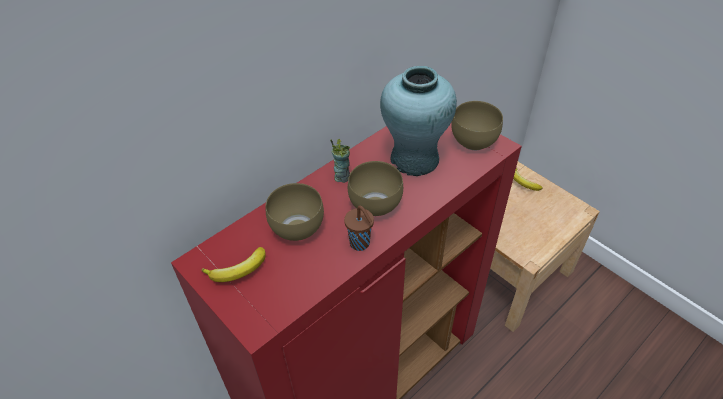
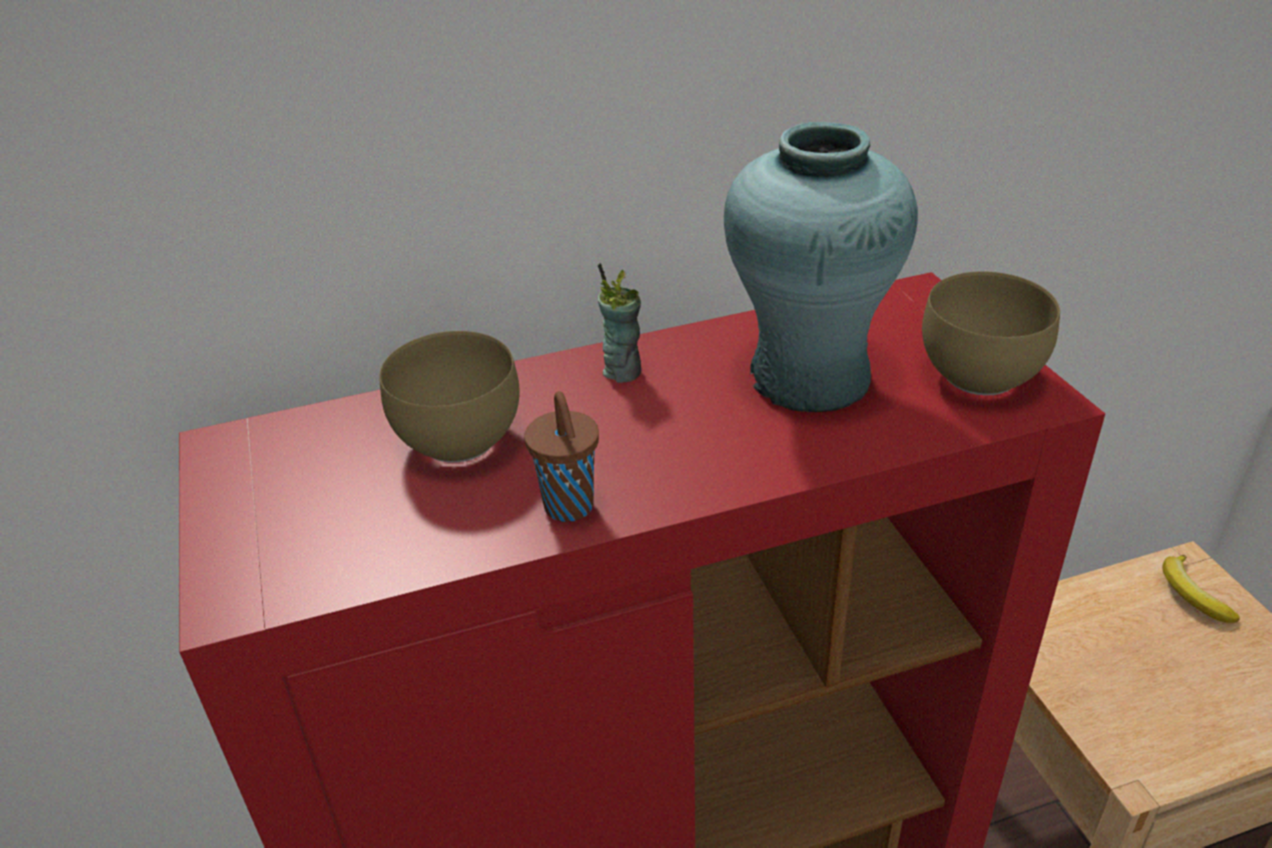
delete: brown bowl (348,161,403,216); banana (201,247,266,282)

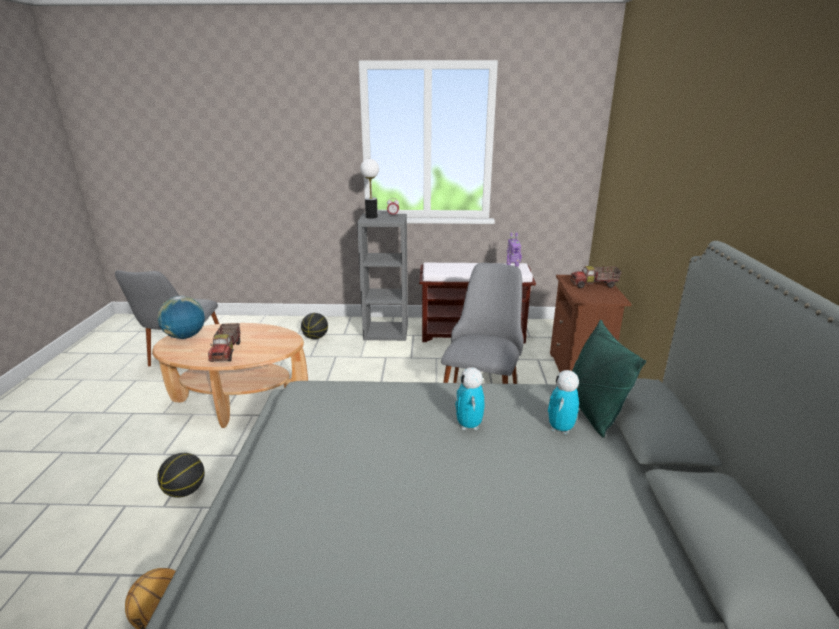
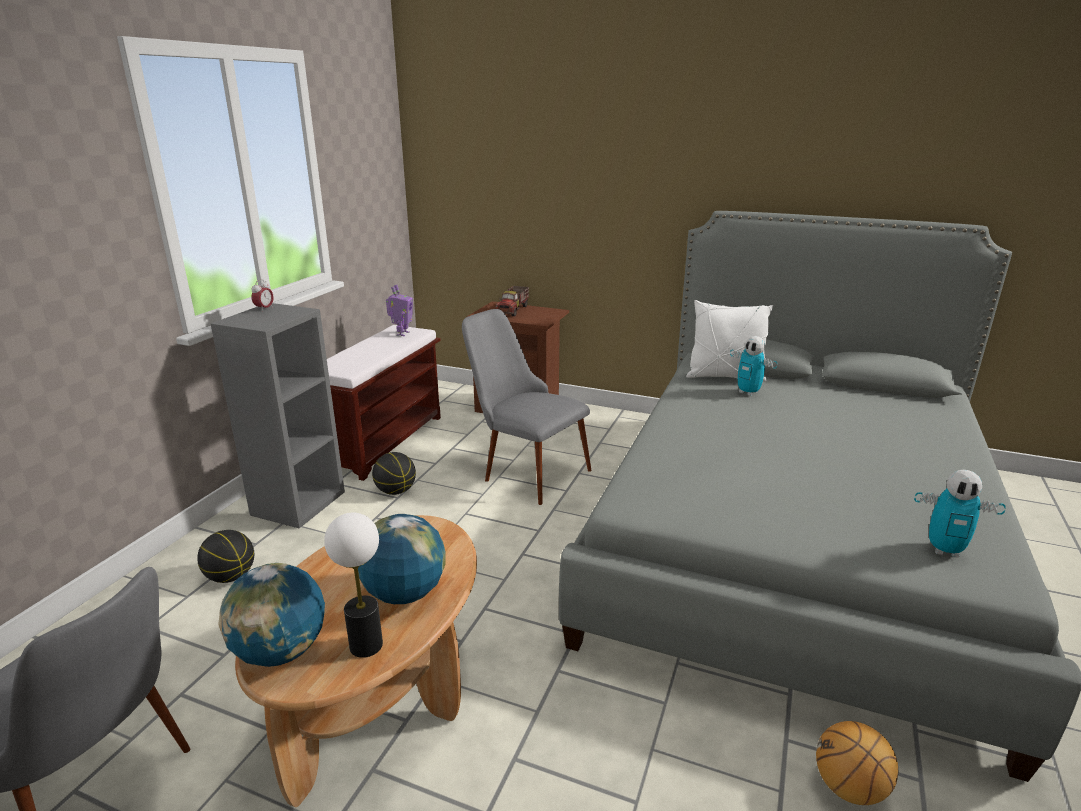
move: table lamp (360,159,379,219) to (324,513,383,658); toy robot (455,367,484,430) to (914,470,1006,557); basketball (157,453,205,498) to (372,452,416,495)
replace: toy truck (208,323,241,362) to globe (358,514,446,604)
recolor: green pillow (572,320,646,438) to white pillow (686,300,773,382)

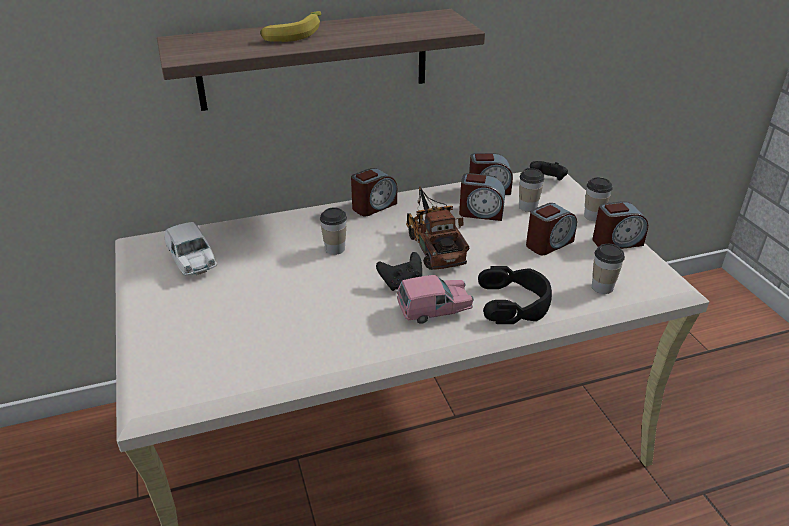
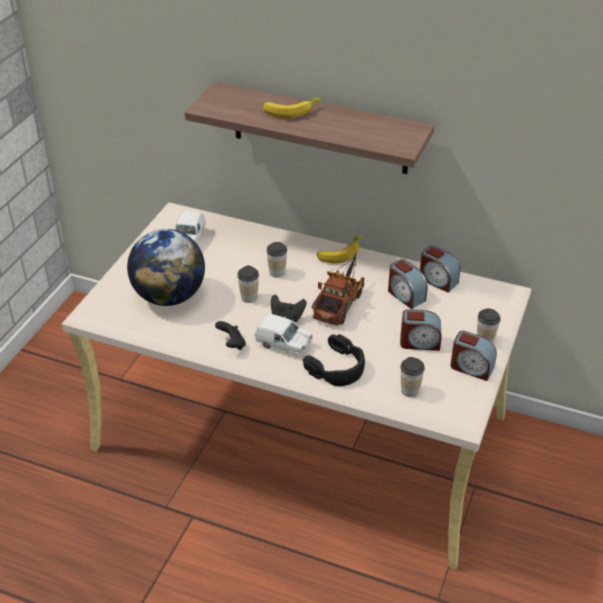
insert: globe (127,229,205,306)
move: black game controller (530,161,568,180) to (215,321,246,350); cup (519,168,545,212) to (237,266,259,303)
replace: alarm clock (351,168,397,216) to banana (317,236,362,263)
recolor: pink toy car (397,275,474,324) to white toy car (255,313,312,355)

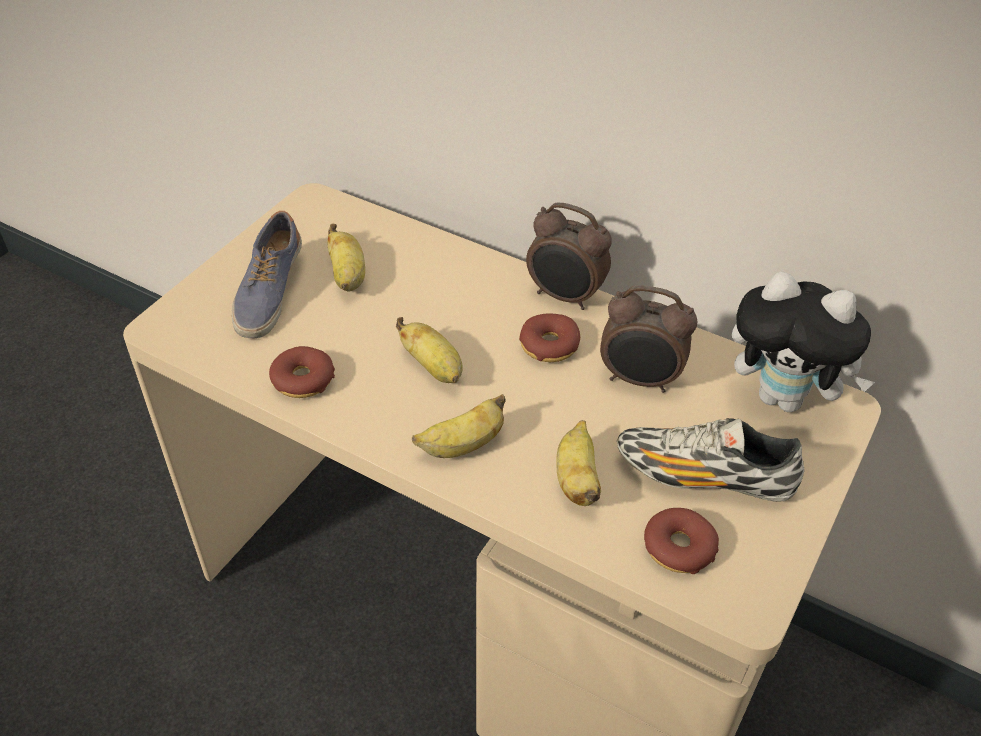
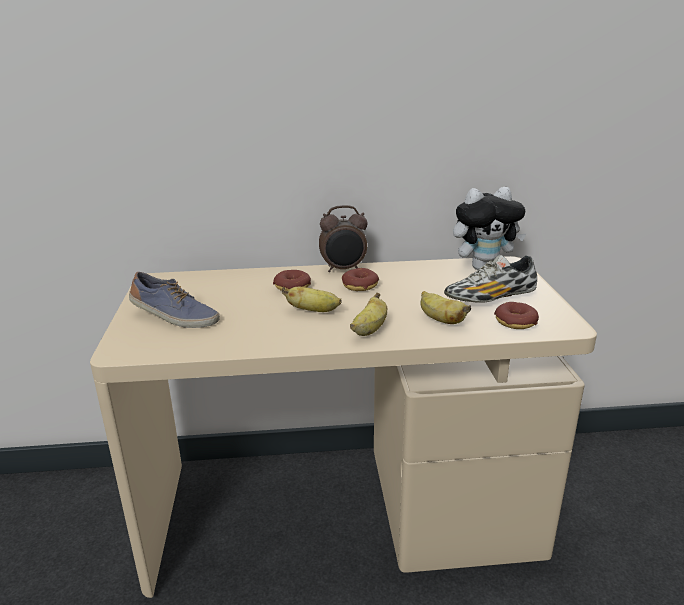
delete: banana (327,223,365,292); alarm clock (600,285,697,393)
move: donut (269,346,335,398) to (273,270,311,291)
rotate: shoe (232,211,302,338) = (129,272,220,328) 45 degrees counterclockwise

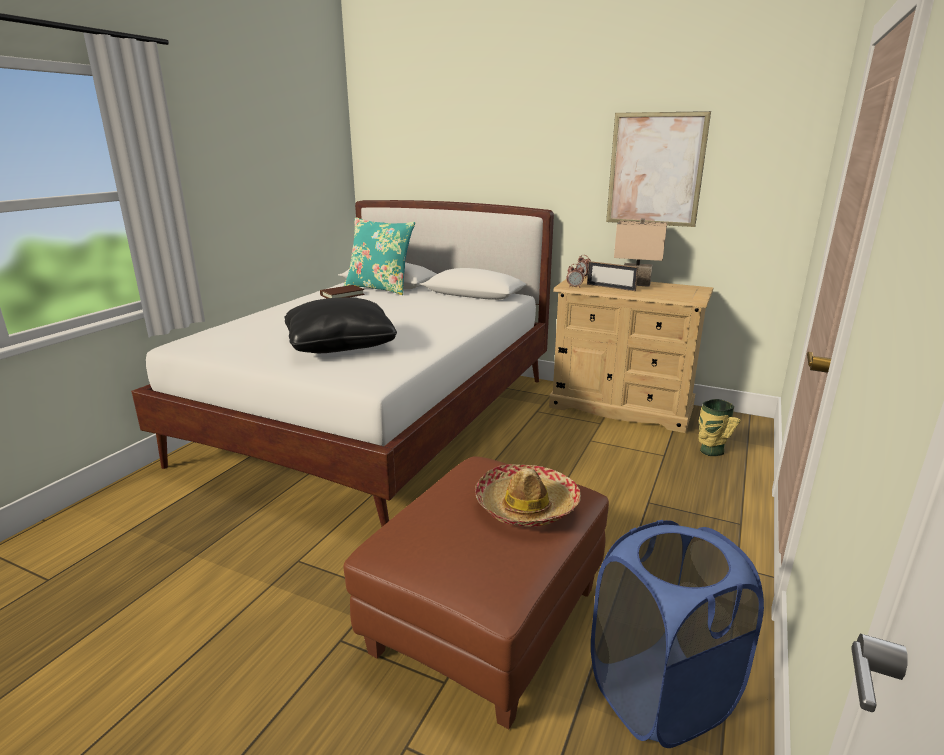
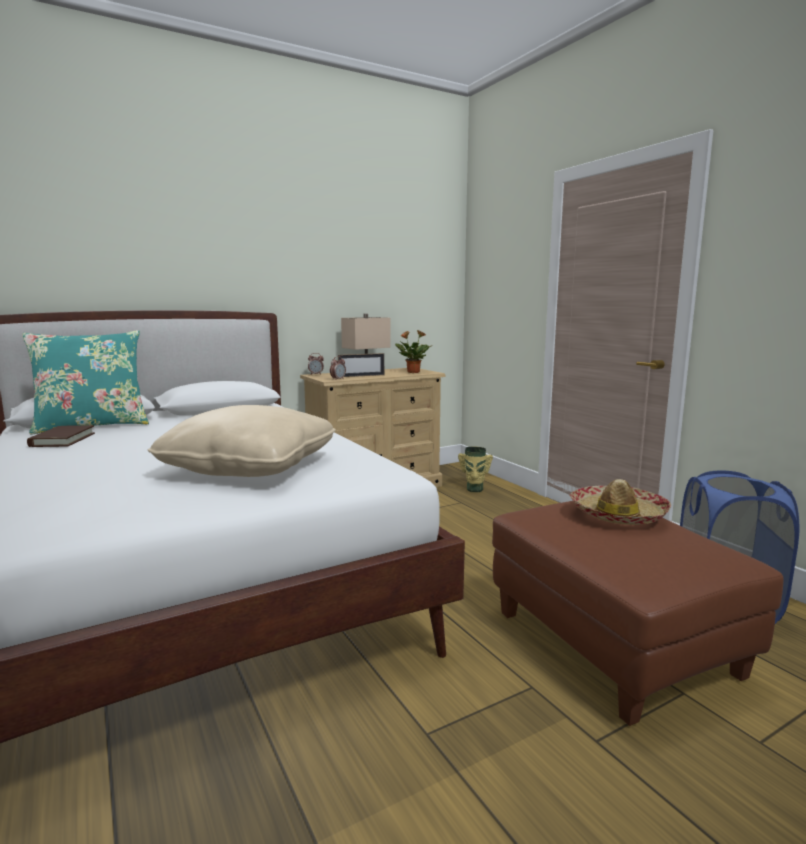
delete: picture (606,111,711,227)
insert: potted plant (395,330,433,373)
recolor: black pillow (284,297,397,353) to beige pillow (148,405,336,477)

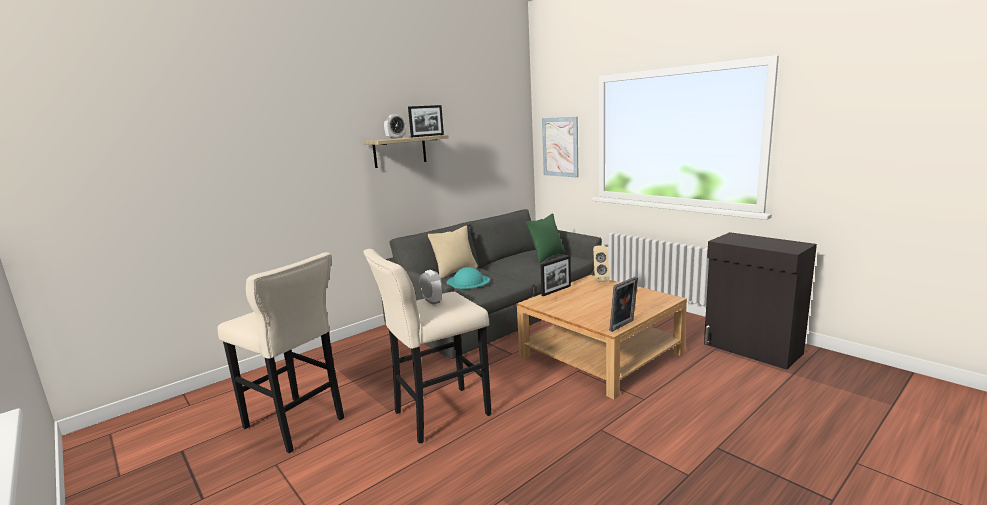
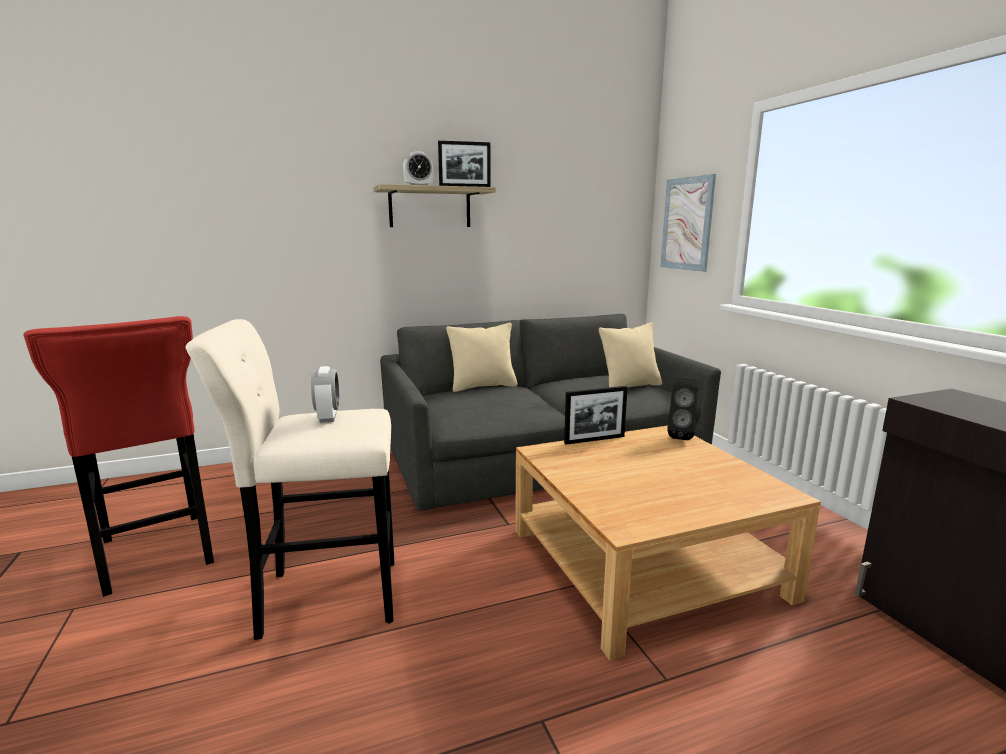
delete: turquoise hat (446,267,490,289); picture frame (609,277,638,332)
recolor: green pillow (526,213,565,263) to beige pillow (599,322,662,388); beige speaker (593,245,610,282) to black speaker (667,377,698,440); beige stool (218,252,344,453) to red stool (23,316,214,597)

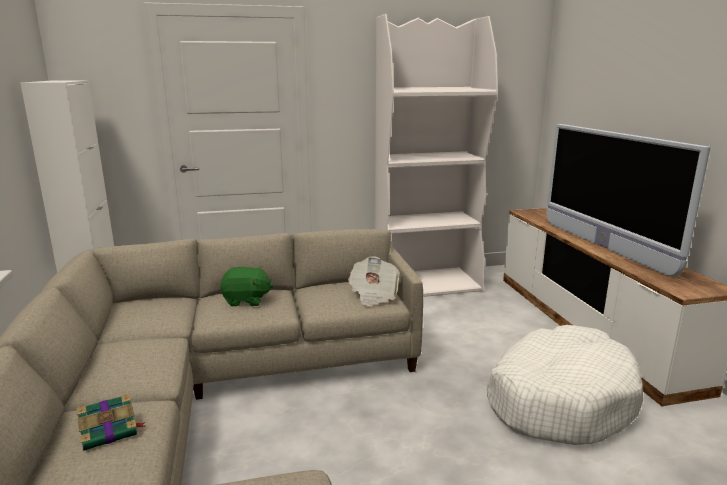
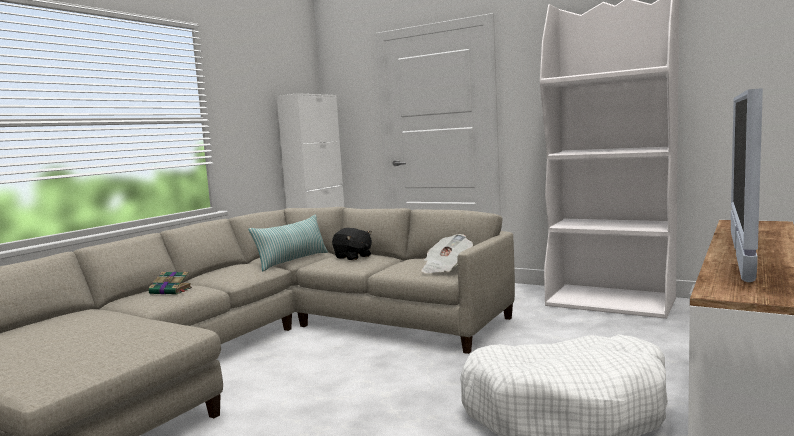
insert: pillow (249,215,328,271)
recolor: green plush toy (221,266,273,306) to black plush toy (332,228,372,260)

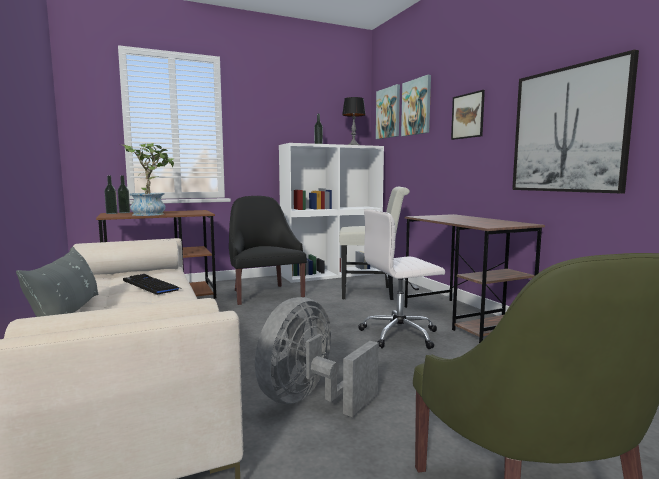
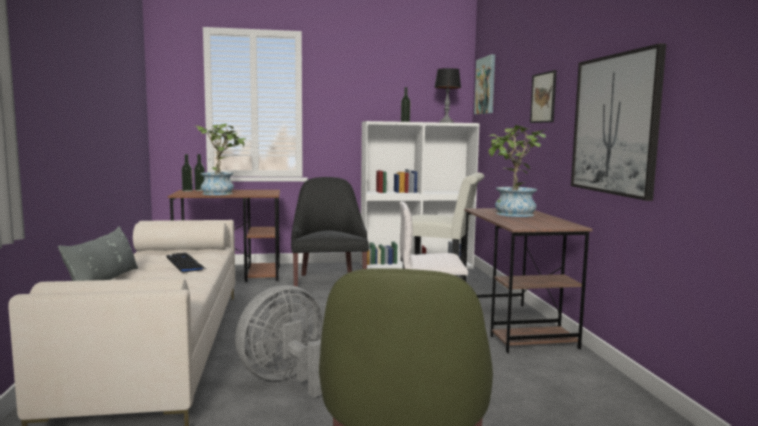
delete: picture (401,75,431,136)
insert: potted plant (488,125,546,217)

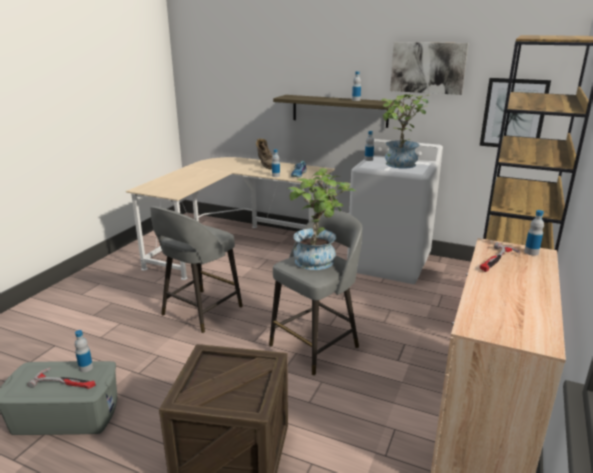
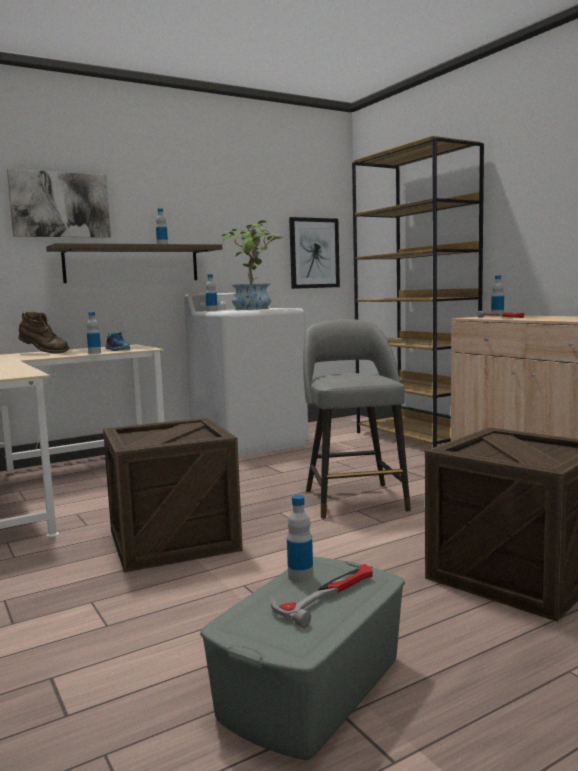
delete: potted plant (286,168,357,270)
move: picture (390,42,468,95) to (7,169,111,238)
replace: grey stool (150,206,243,333) to crate (103,417,243,573)

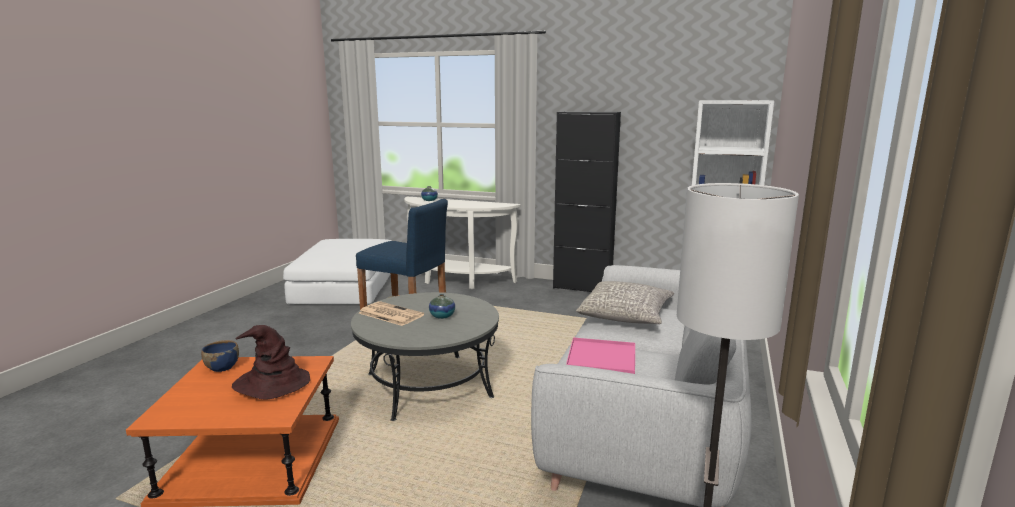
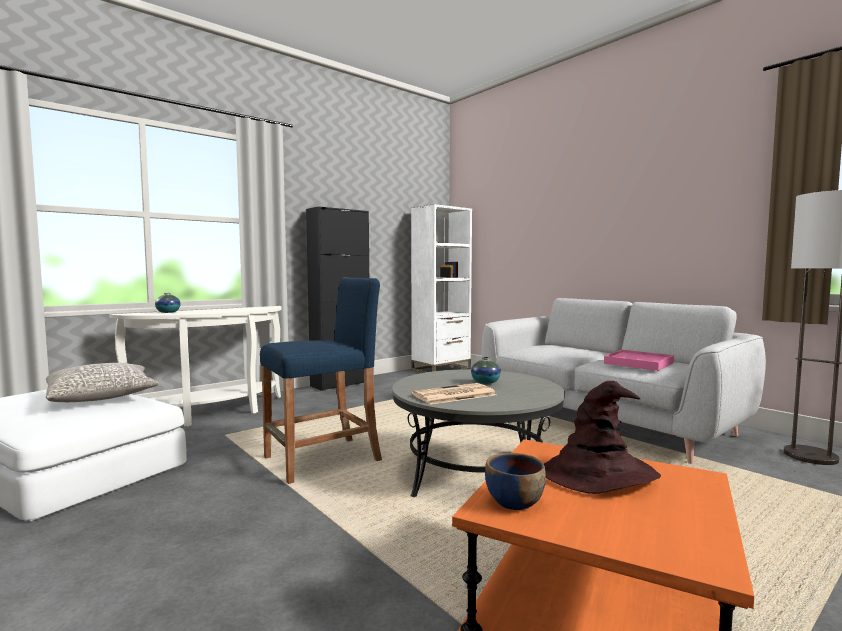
move: grey pillow (576,281,674,324) to (46,363,159,402)

